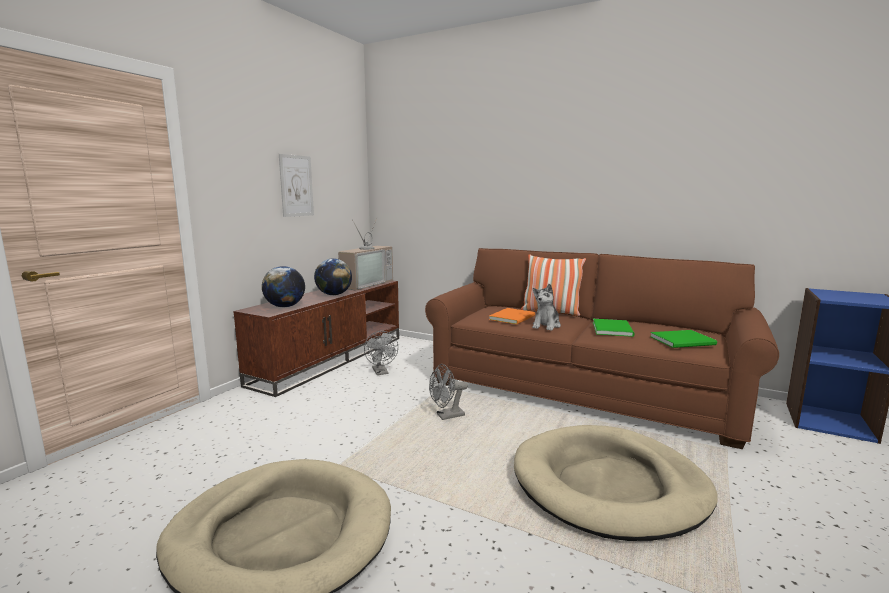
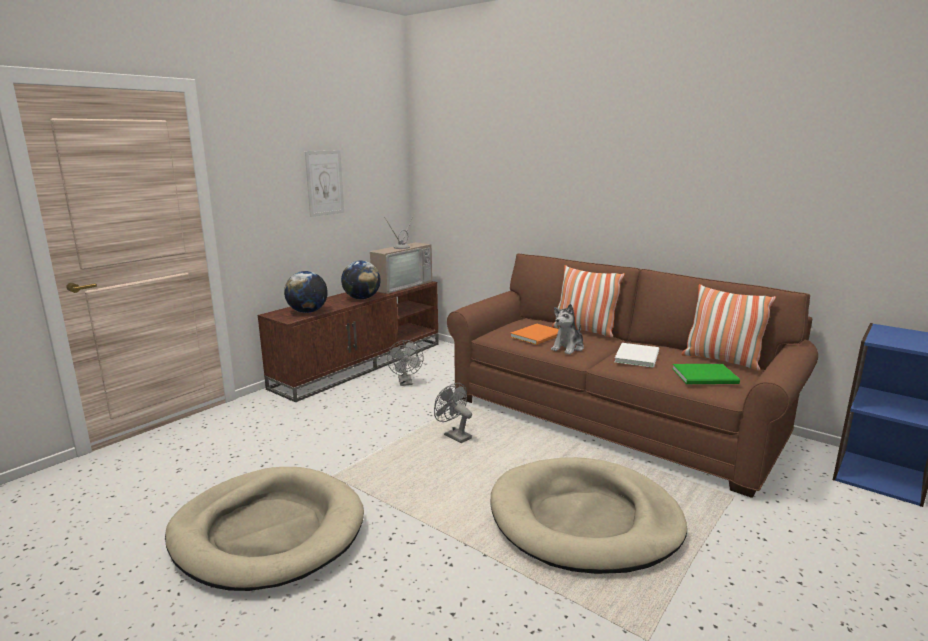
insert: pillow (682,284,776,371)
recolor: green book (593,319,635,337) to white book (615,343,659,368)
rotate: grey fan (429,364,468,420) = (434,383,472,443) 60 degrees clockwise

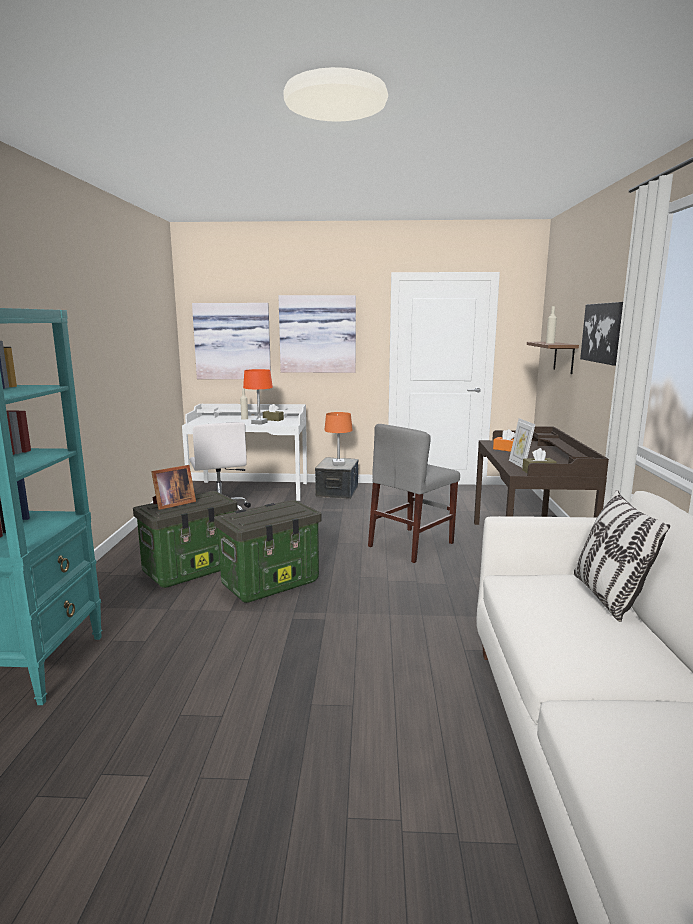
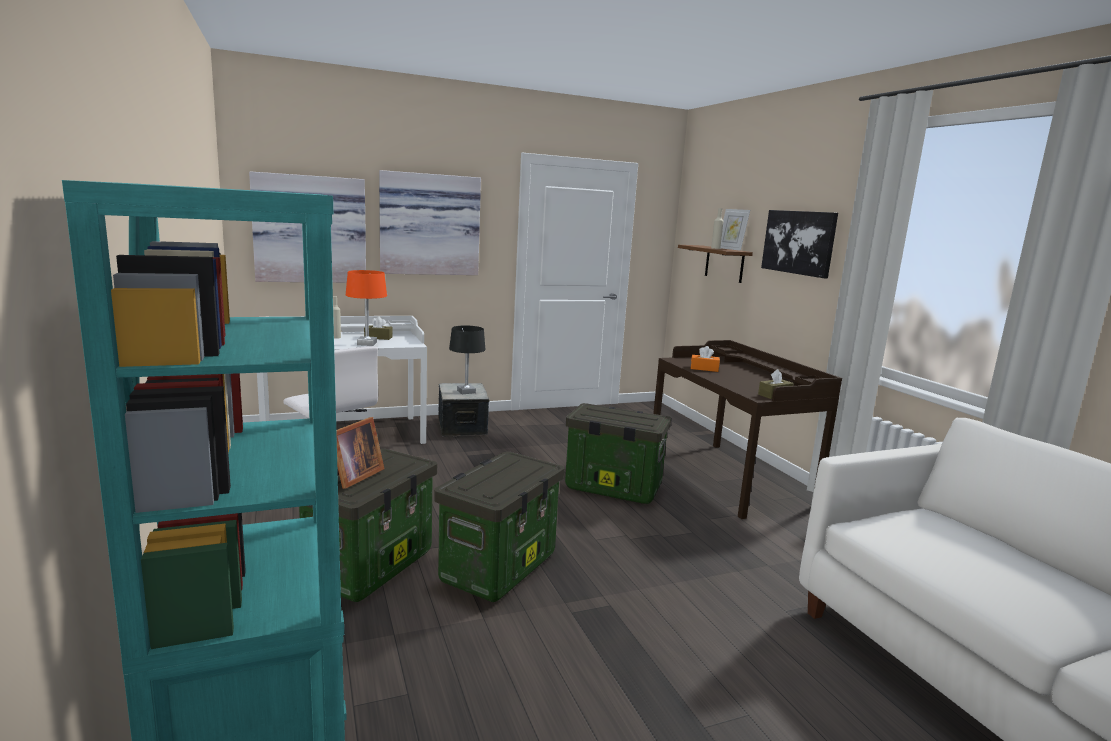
delete: pillow (574,490,670,622)
move: picture frame (509,418,535,468) to (720,209,750,251)
replace: grey chair (368,424,460,563) to storage box (565,403,671,504)
recolor: orange table lamp (324,412,353,466) to black table lamp (449,325,486,394)

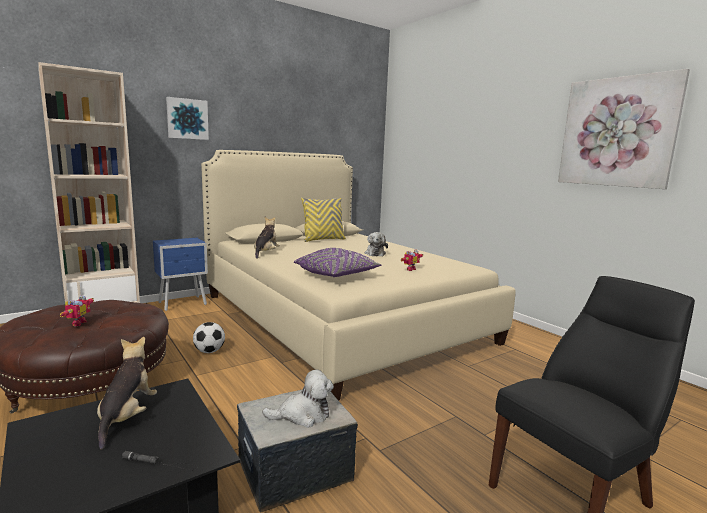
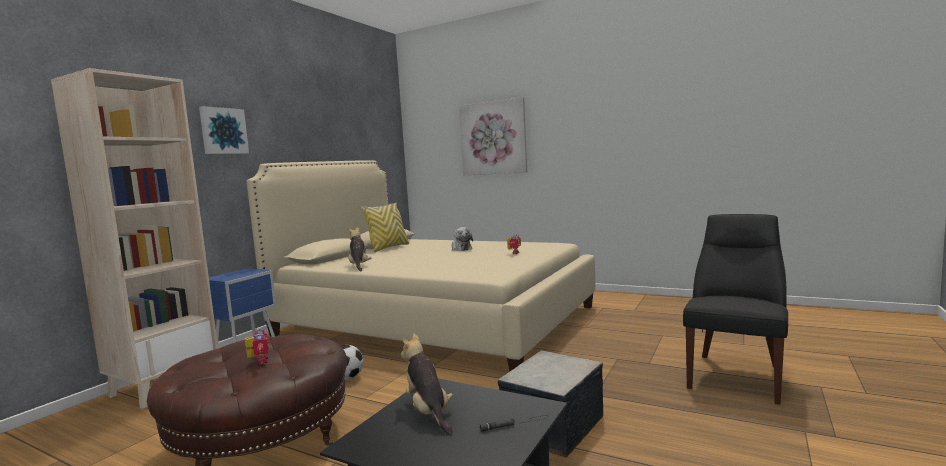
delete: purple pillow (294,248,381,277); plush toy (262,369,334,428)
move: picture (558,69,690,189) to (459,97,527,175)

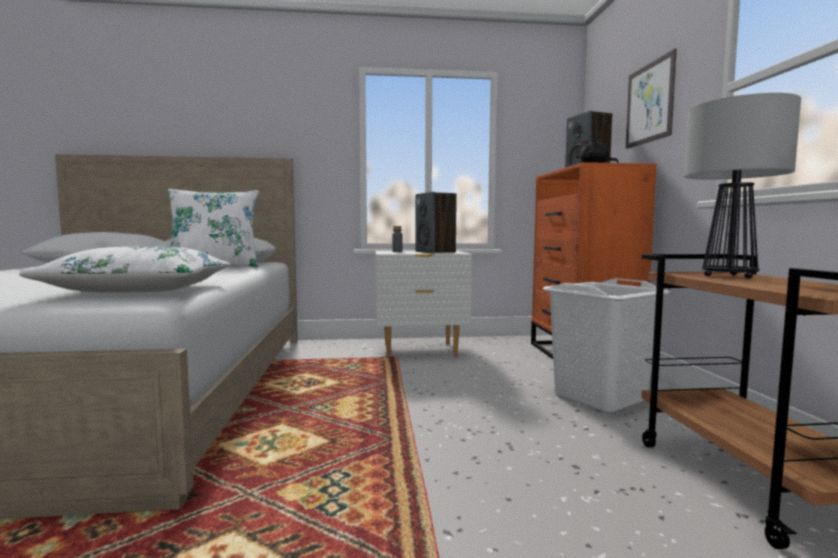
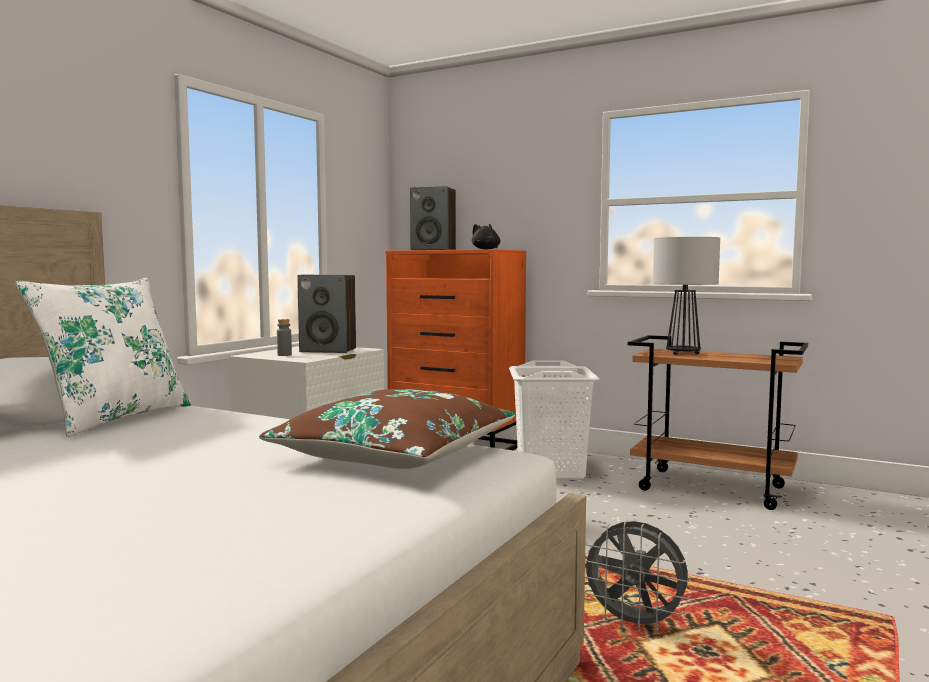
delete: picture (625,49,677,149)
insert: grey fan (585,521,691,632)
recolor: white pillow (19,247,231,293) to brown pillow (259,389,515,469)

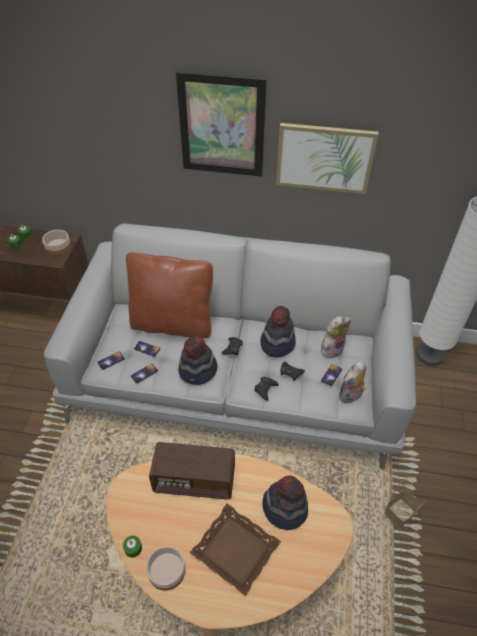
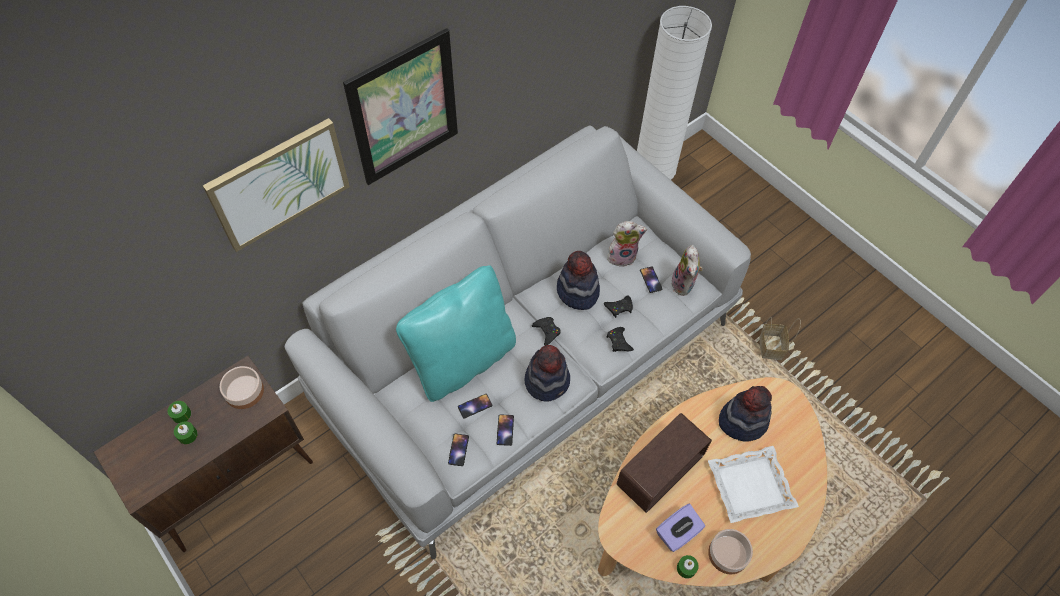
insert: purple tissue box (656,504,705,552)
move: picture (276,123,378,194) to (203,118,350,252)
recolor: brown pillow (126,252,213,338) to turquoise pillow (396,265,516,402); brown tray (190,504,281,596) to white tray (708,446,799,523)
rotate: plush toy (321,316,351,358) = (607,221,647,267) 75 degrees clockwise

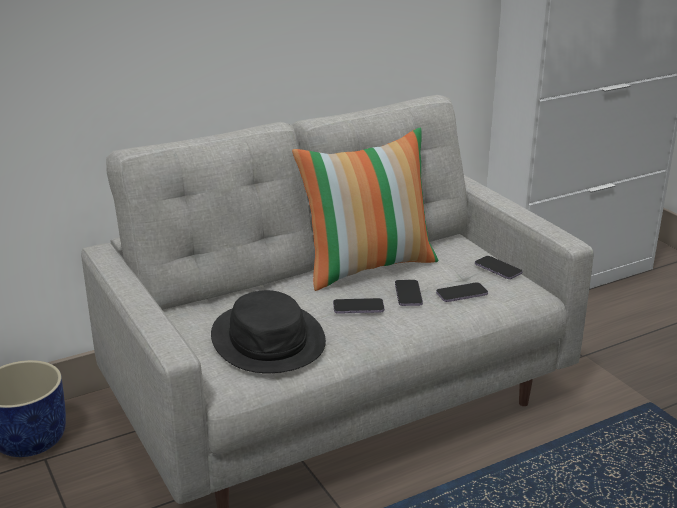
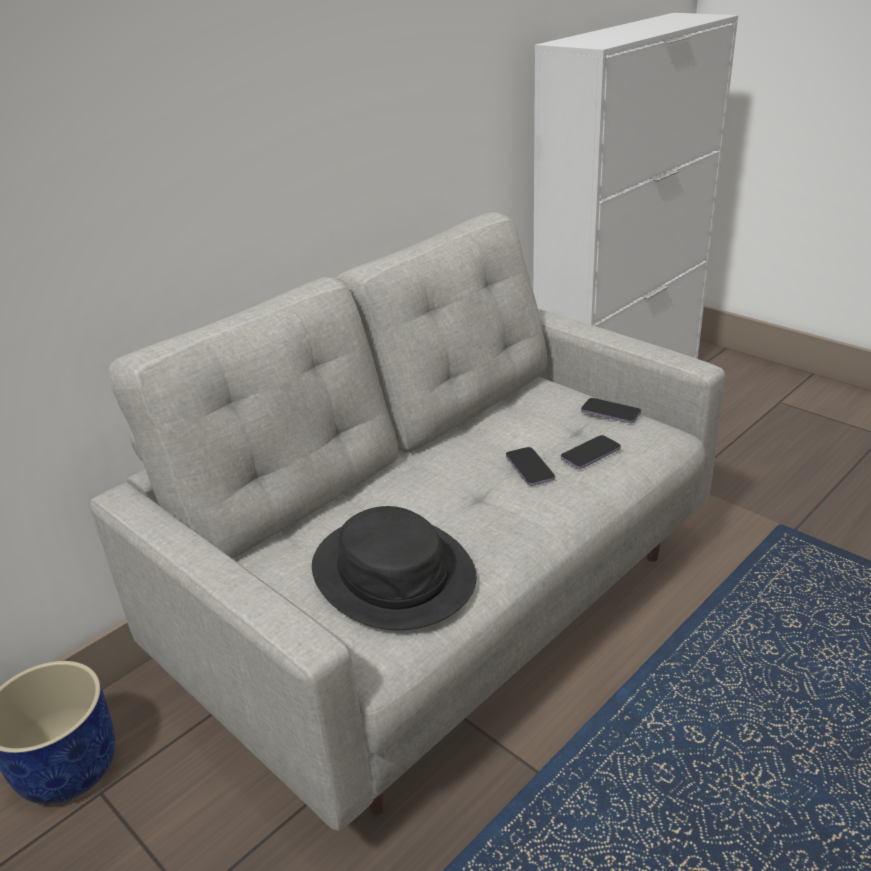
delete: pillow (292,128,438,291); phone (333,298,384,314)

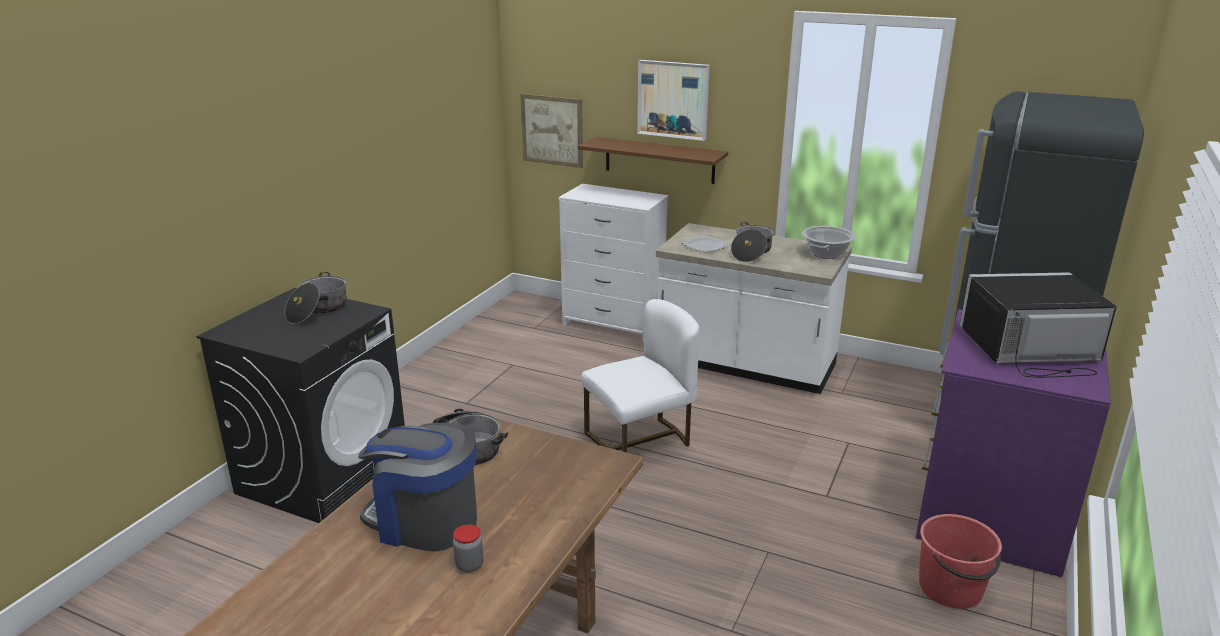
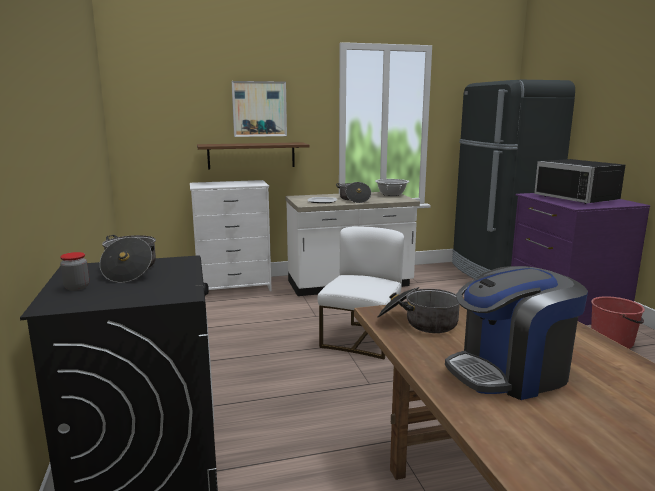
delete: picture (520,94,583,168)
move: jar (453,525,483,573) to (60,252,89,291)
rotate: black microwave (960,272,1117,378) = (534,159,625,204) 75 degrees counterclockwise

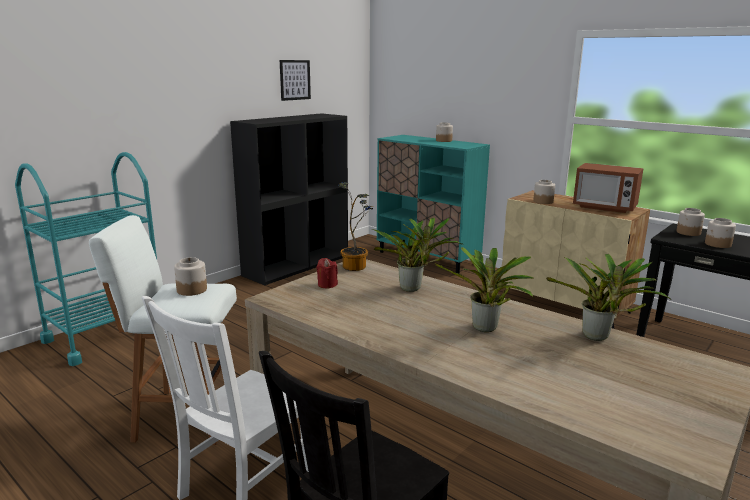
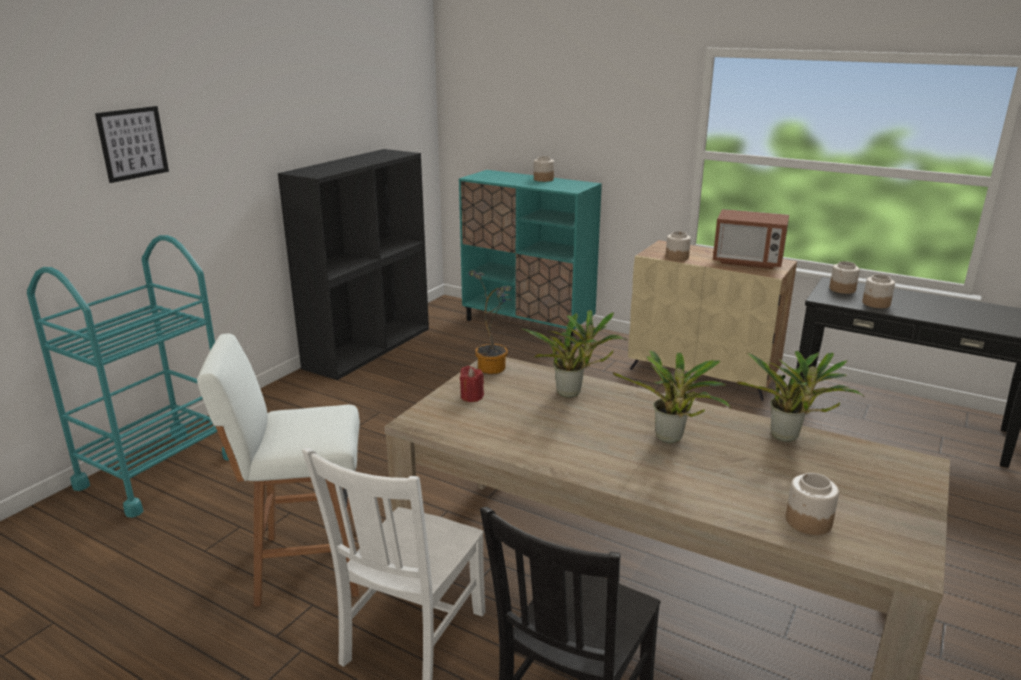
move: picture (280,60,311,101) to (95,106,169,183); jar (174,257,207,296) to (786,473,839,535)

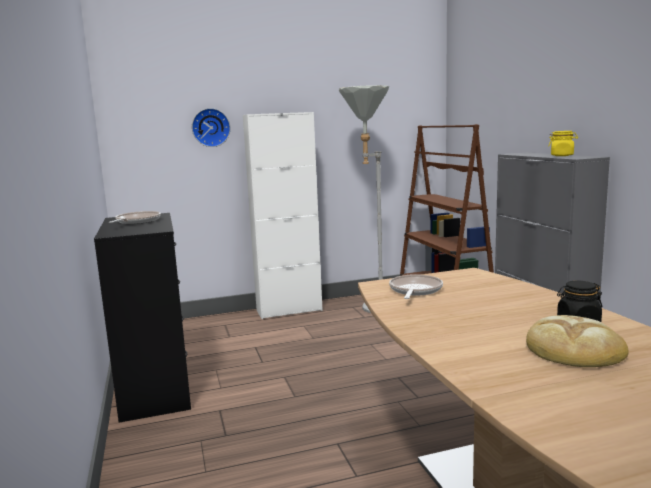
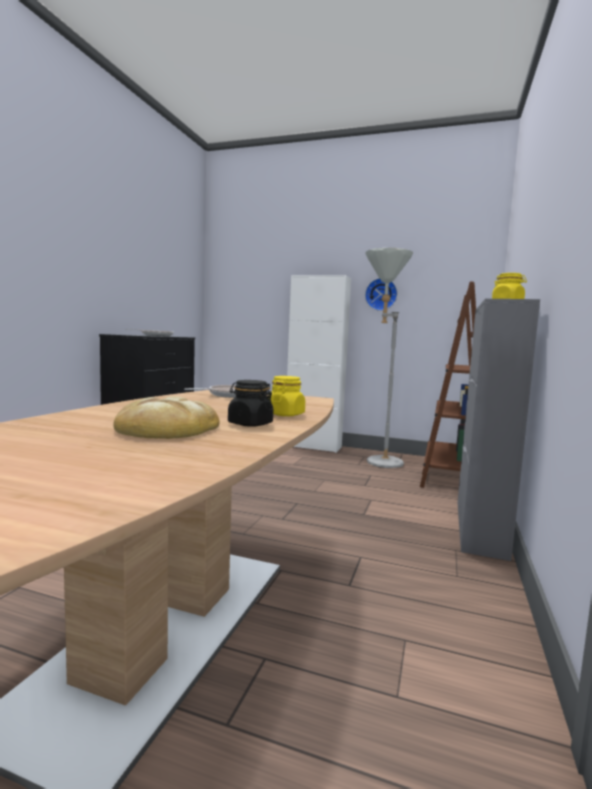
insert: yellow jar (268,376,305,416)
move: wall clock (192,108,230,147) to (365,278,397,311)

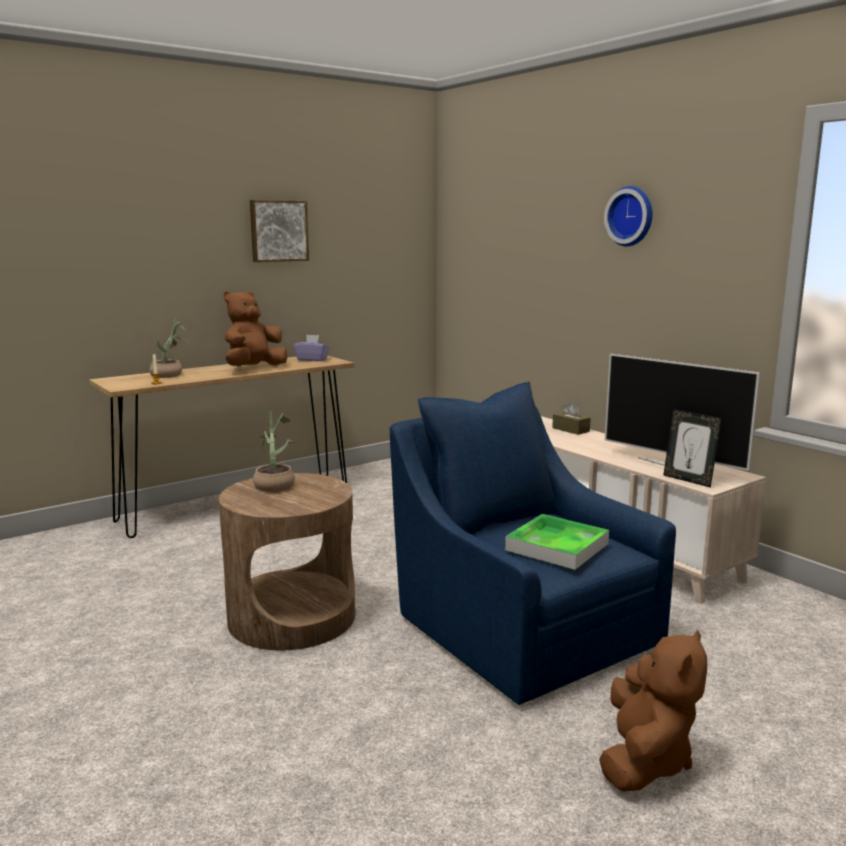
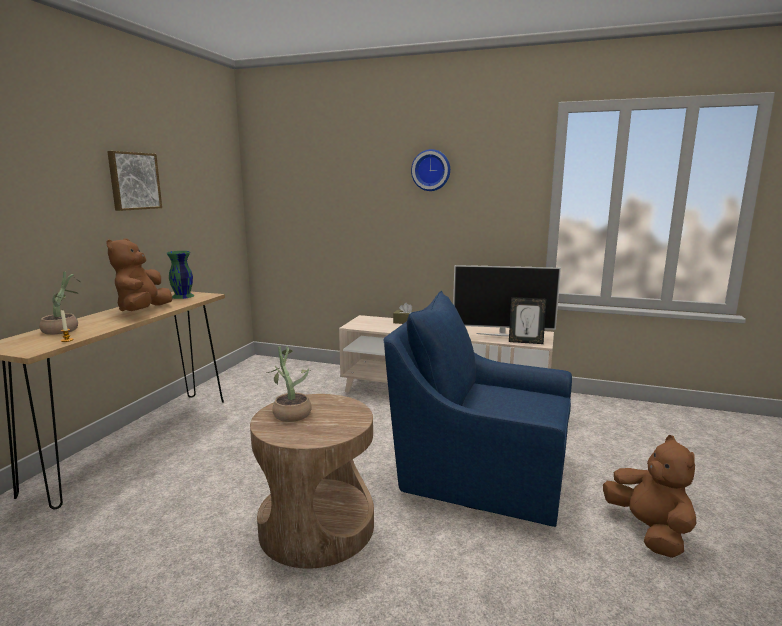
delete: tray (505,514,609,570)
replace: purple tissue box (293,335,330,361) to green vase (166,251,195,299)

